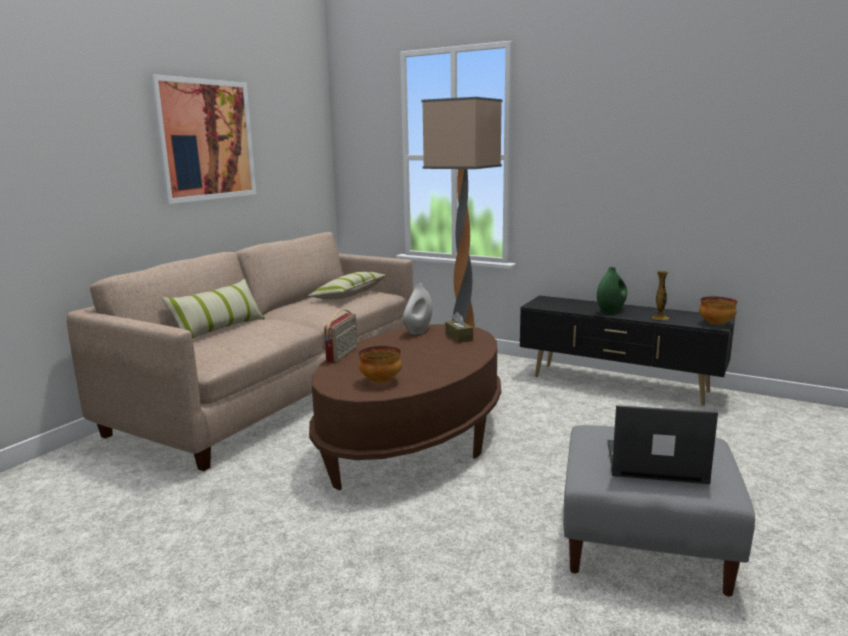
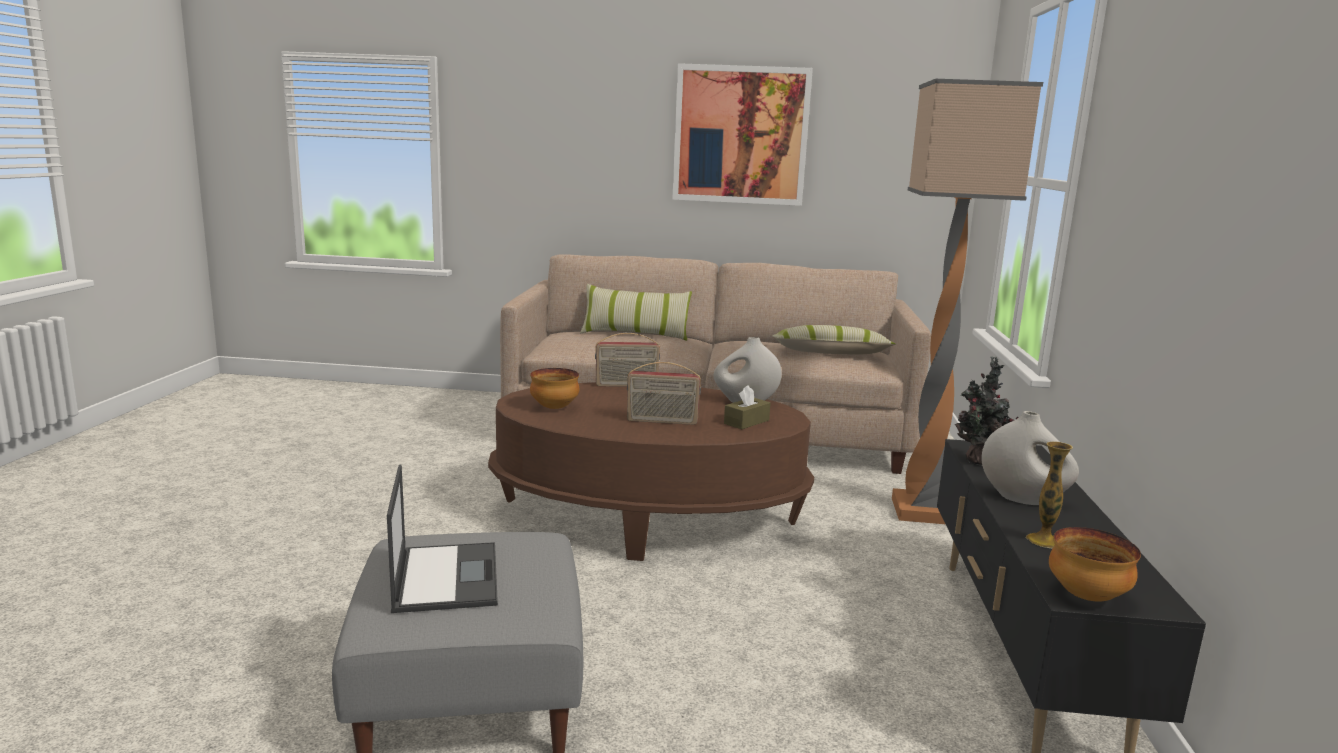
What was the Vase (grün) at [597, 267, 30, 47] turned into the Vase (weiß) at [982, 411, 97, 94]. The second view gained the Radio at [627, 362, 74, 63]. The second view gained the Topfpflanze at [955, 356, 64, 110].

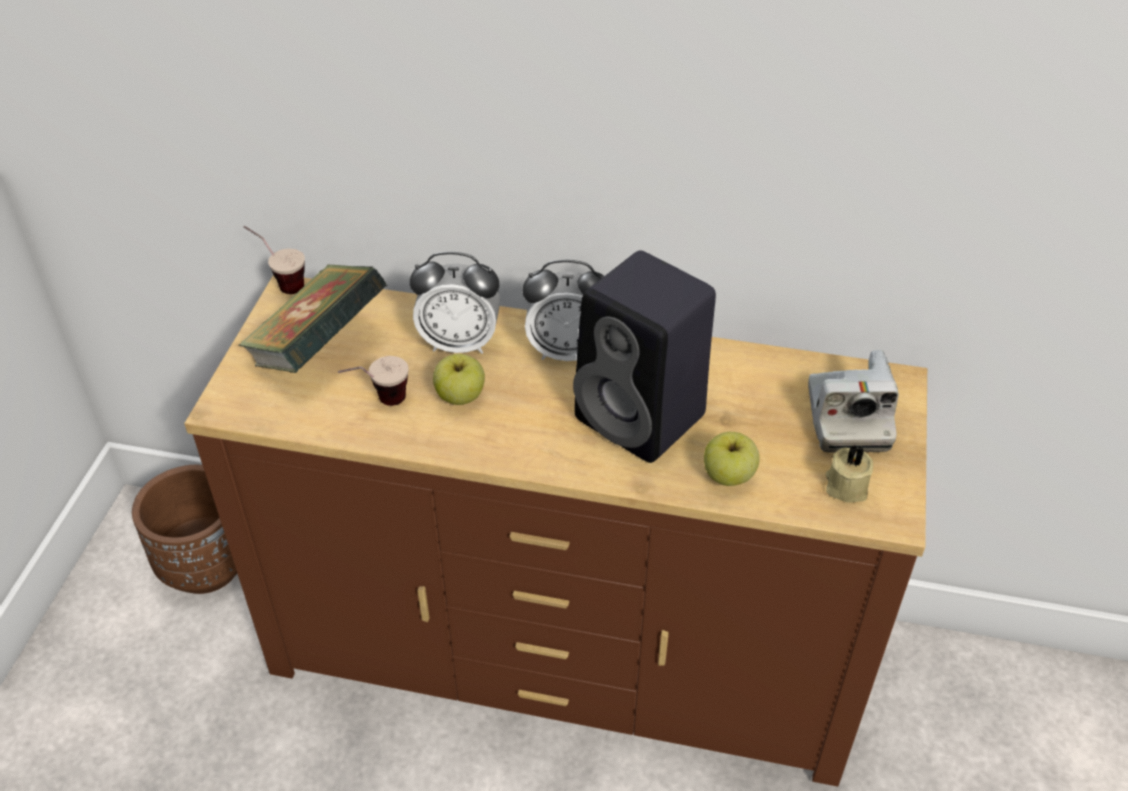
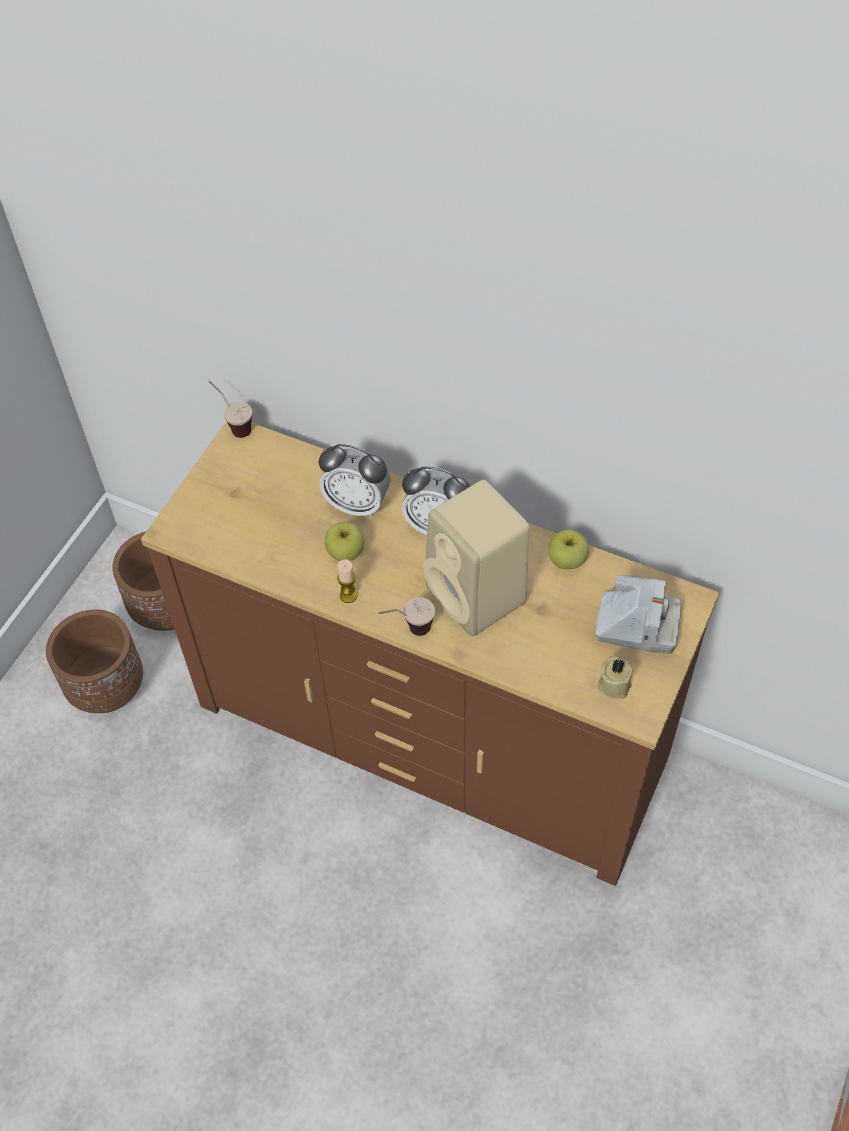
The second view lost the Buch at [239, 265, 148, 108]. The Tasse ended up elsewhere, having gone from [338, 356, 71, 50] to [379, 597, 56, 39]. What was the Lautsprecher (schwarz) at [573, 250, 143, 213] turned into the Lautsprecher (beige) at [423, 480, 107, 157]. The Apfel ended up elsewhere, having gone from [704, 432, 56, 54] to [548, 530, 41, 39]. The Kamera at [808, 350, 91, 103] ended up facing another way, 90 degrees counterclockwise from before. The second view gained the Pflanzkübel (braun) at [46, 610, 97, 103]. The second view gained the Kerze at [337, 559, 21, 44].

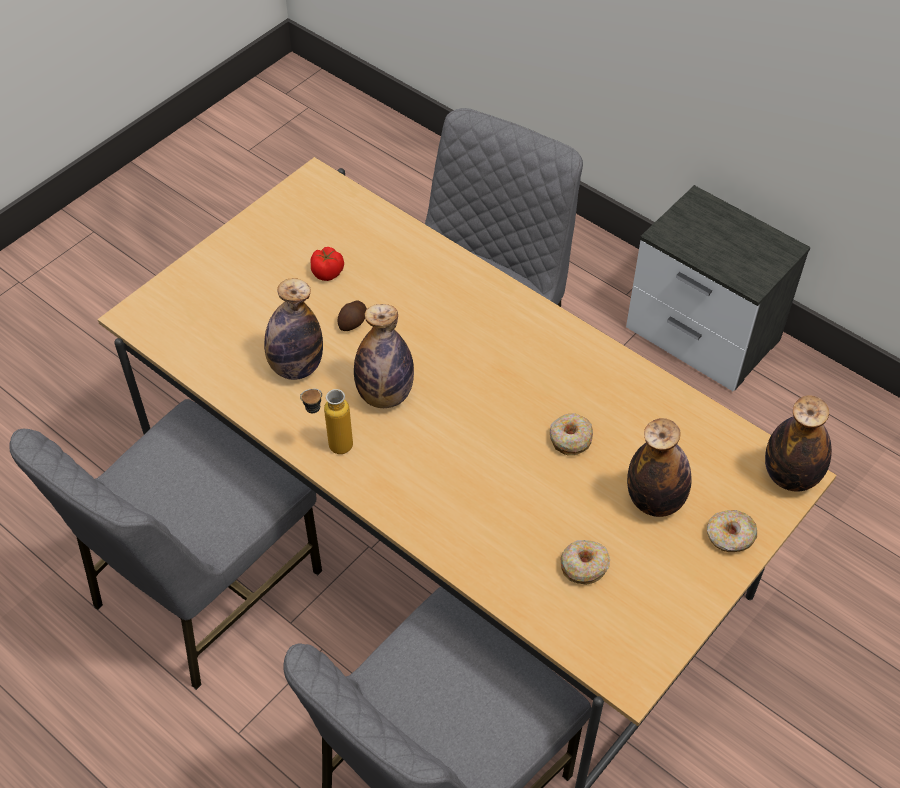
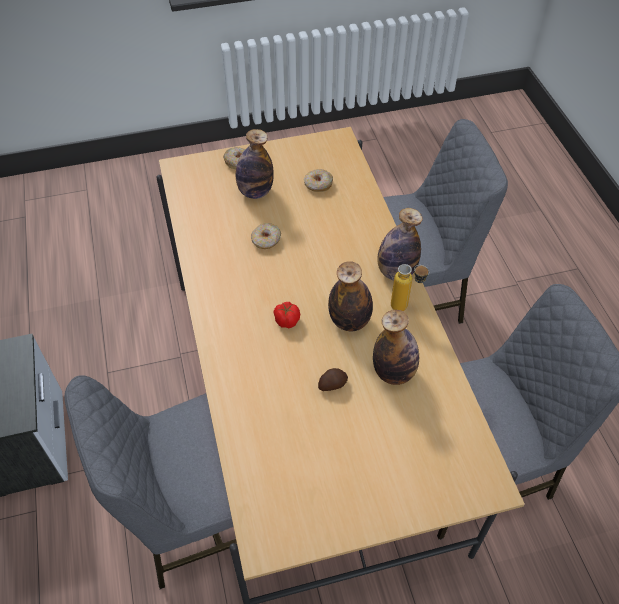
The Tomate ended up elsewhere, having gone from [311, 247, 33, 34] to [273, 302, 27, 26]. The Flasche ended up elsewhere, having gone from [765, 395, 67, 96] to [377, 208, 46, 72].

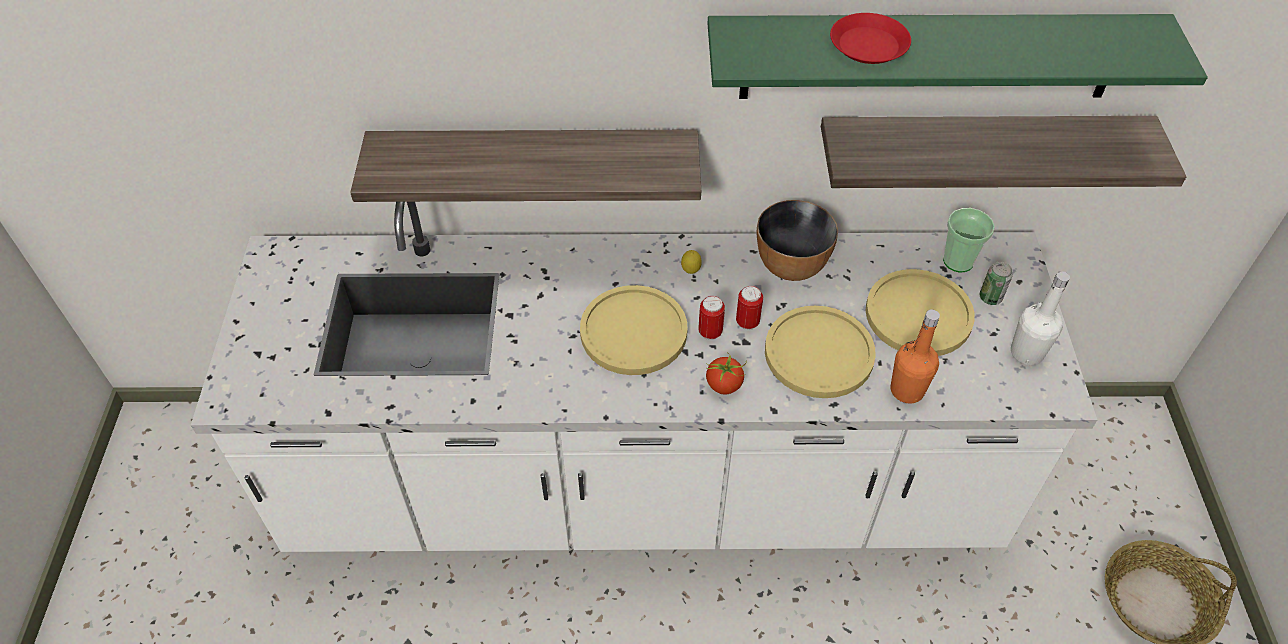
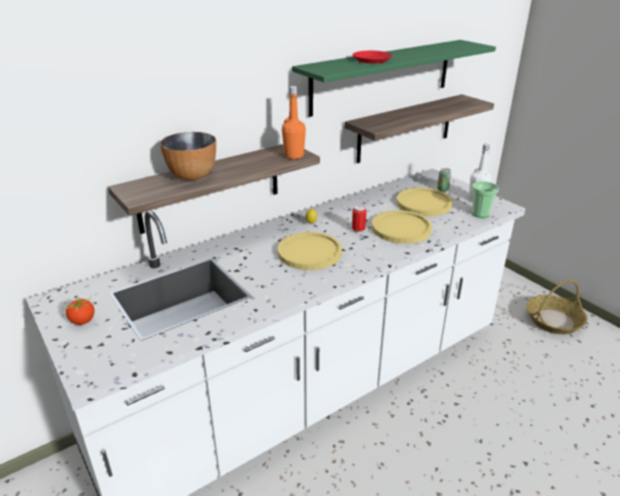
The second view lost the Dose at [698, 296, 27, 44]. The Tomate ended up elsewhere, having gone from [706, 352, 40, 42] to [66, 297, 29, 28]. The Schüssel ended up elsewhere, having gone from [757, 200, 81, 81] to [160, 132, 56, 49]. The Flasche (orange) ended up elsewhere, having gone from [890, 310, 50, 94] to [282, 86, 24, 73]. The Tasse ended up elsewhere, having gone from [943, 208, 52, 64] to [472, 181, 27, 37].

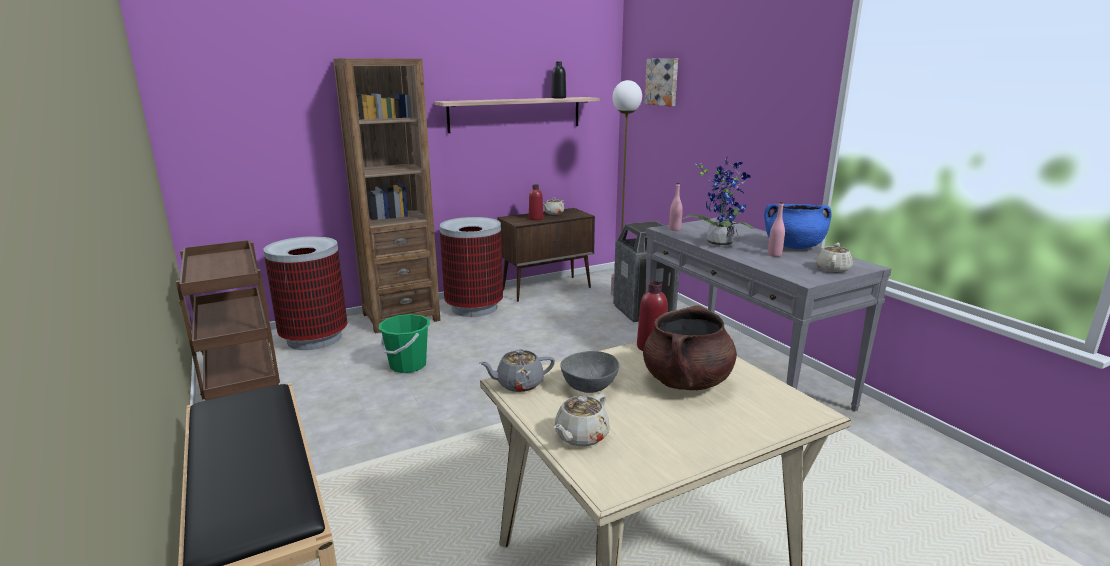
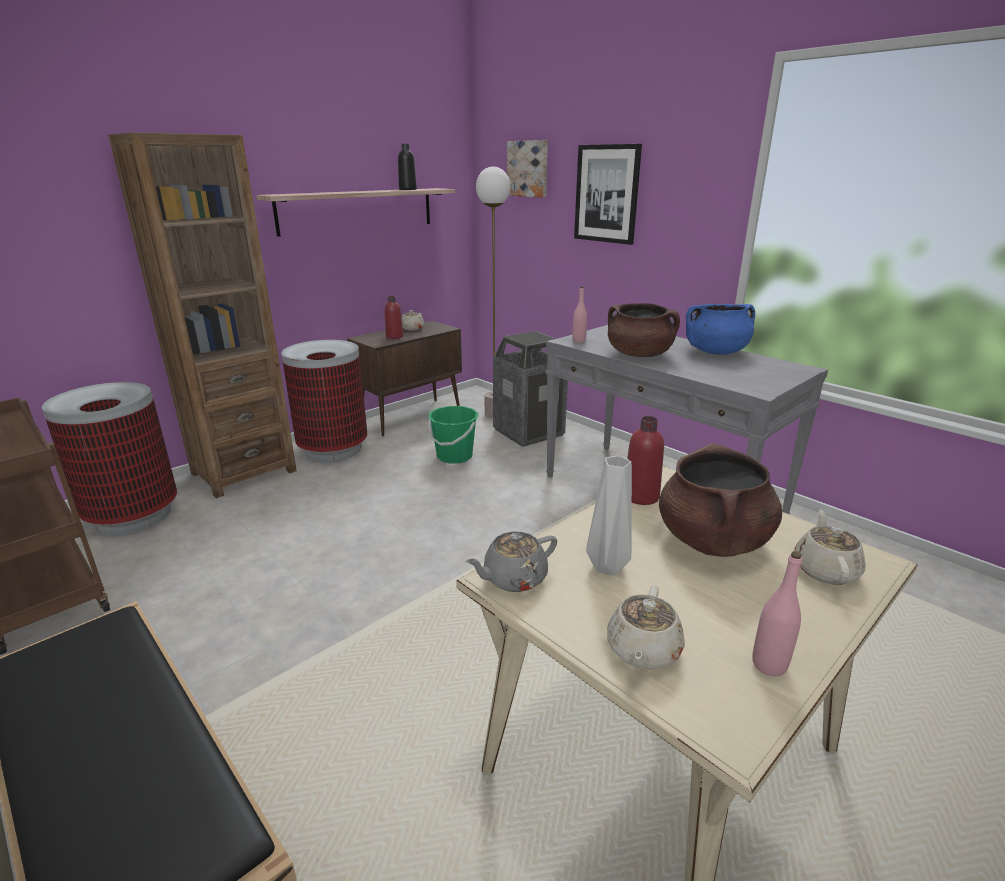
The Eimer (grün) ended up elsewhere, having gone from [379, 314, 51, 59] to [428, 406, 50, 58]. Where the Schüssel (grau) stood at [560, 351, 59, 42], the Vase (grau) came to stand at [586, 456, 46, 120]. Where the Topfpflanze stood at [682, 158, 72, 89], the Kochtopf (braun) came to stand at [608, 303, 72, 54]. The Flasche (rosa) ended up elsewhere, having gone from [768, 202, 17, 55] to [752, 551, 50, 125]. The Teekanne (beige) ended up elsewhere, having gone from [816, 242, 37, 31] to [795, 510, 71, 75]. The second view gained the Bild at [574, 144, 68, 101].

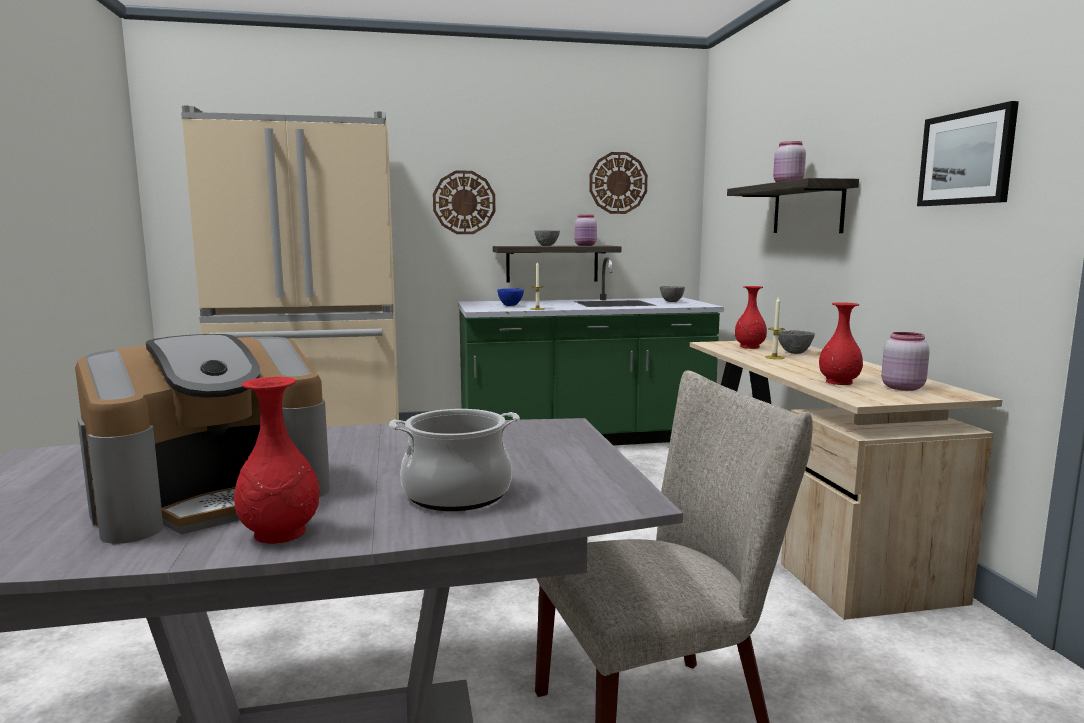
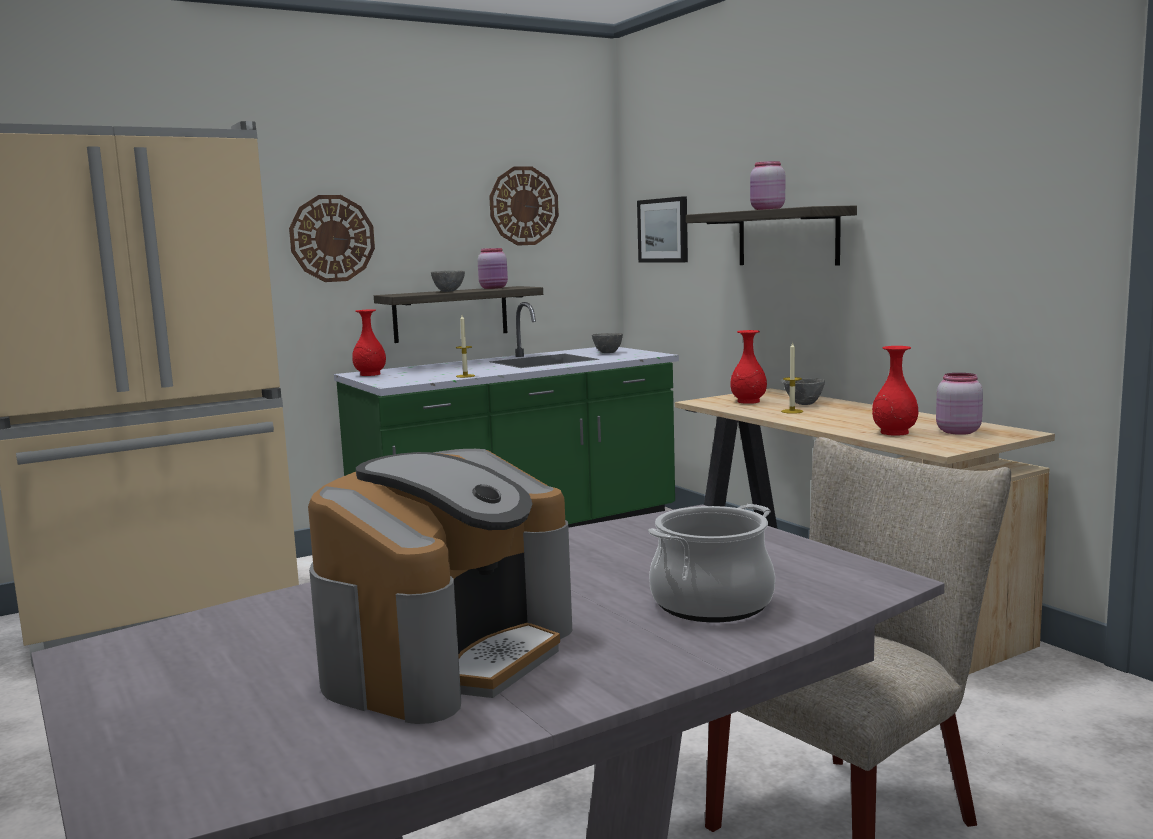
The Vase (rot) ended up elsewhere, having gone from [234, 377, 85, 167] to [352, 309, 34, 67]. The second view lost the Schüssel (blau) at [497, 288, 27, 18]. The Bild ended up elsewhere, having gone from [917, 101, 102, 105] to [637, 196, 51, 67].

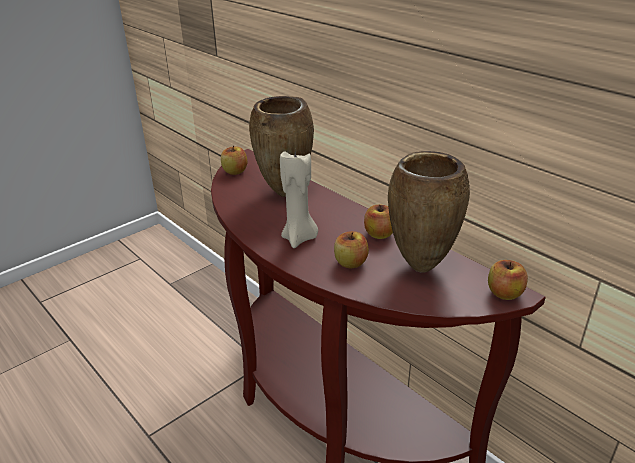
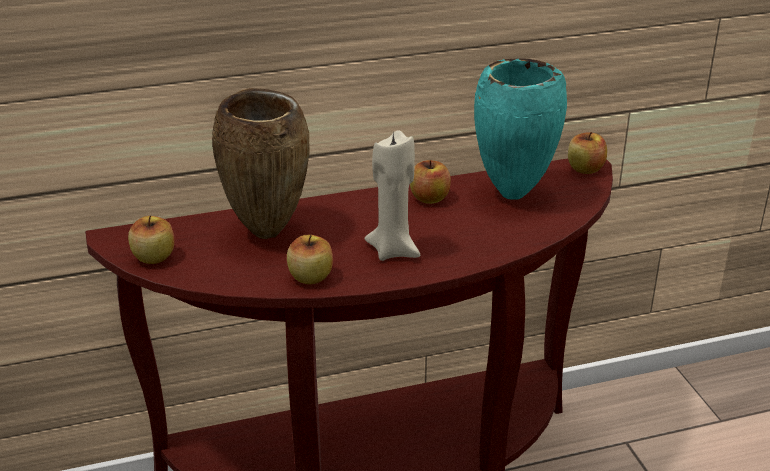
The Apfel ended up elsewhere, having gone from [334, 231, 35, 37] to [287, 235, 46, 49]. What was the Vase (braun) at [388, 151, 82, 122] turned into the Vase (türkis) at [474, 58, 93, 142].

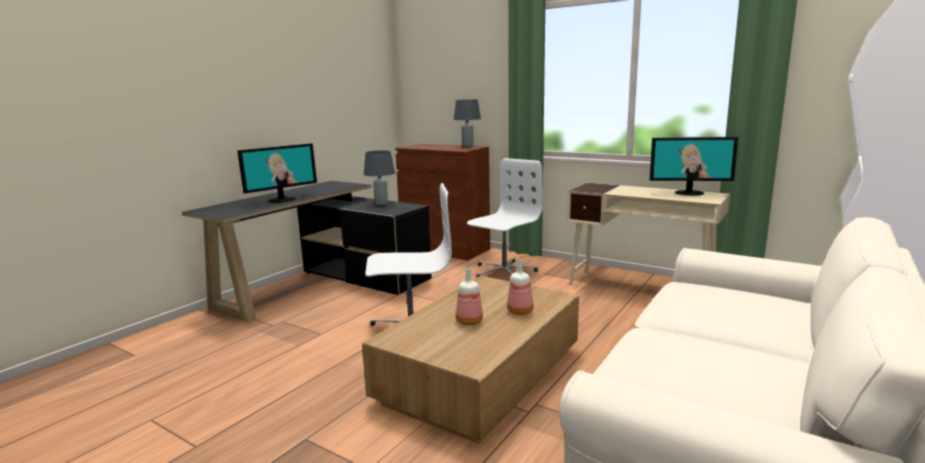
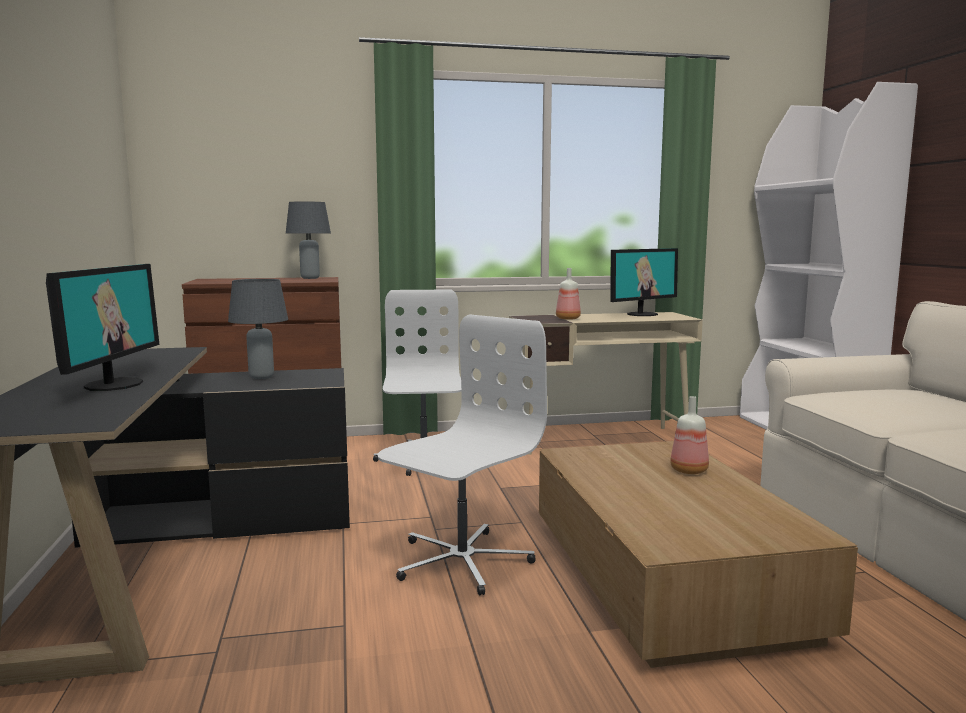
The Flasche ended up elsewhere, having gone from [455, 268, 28, 57] to [556, 268, 25, 52].

